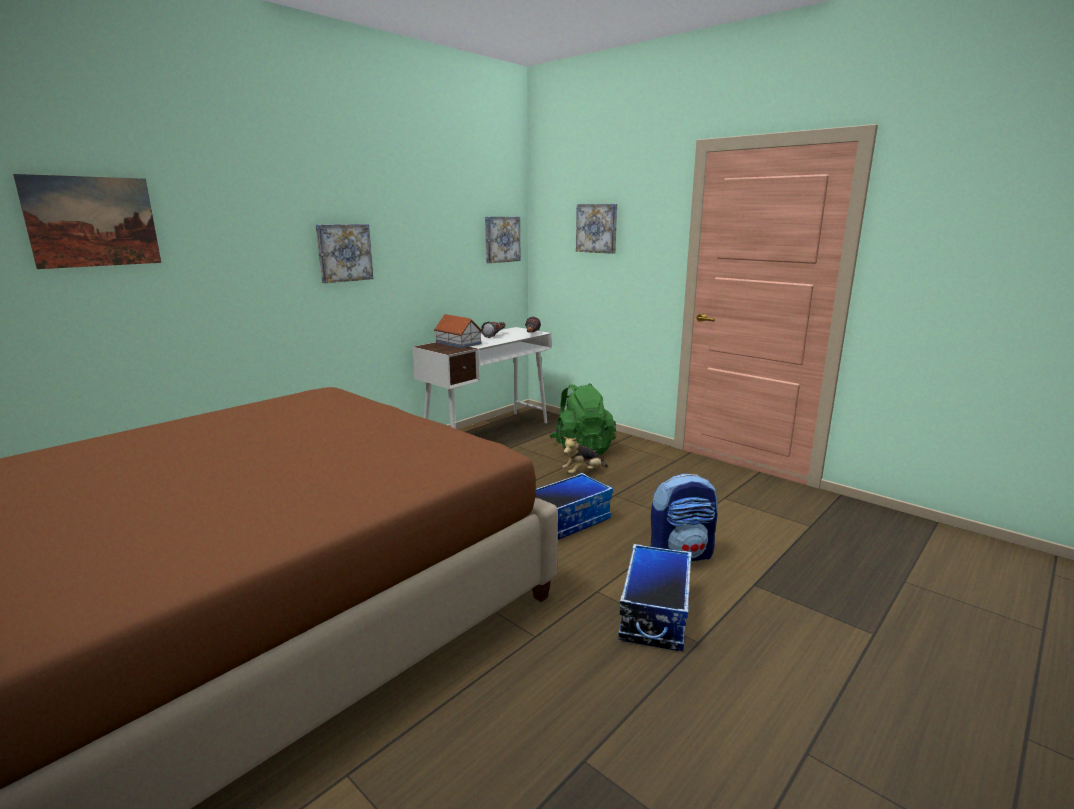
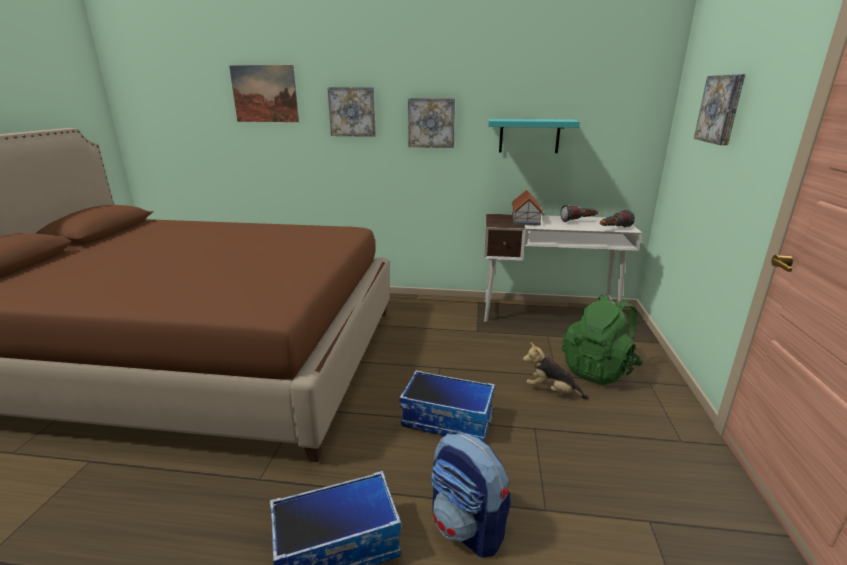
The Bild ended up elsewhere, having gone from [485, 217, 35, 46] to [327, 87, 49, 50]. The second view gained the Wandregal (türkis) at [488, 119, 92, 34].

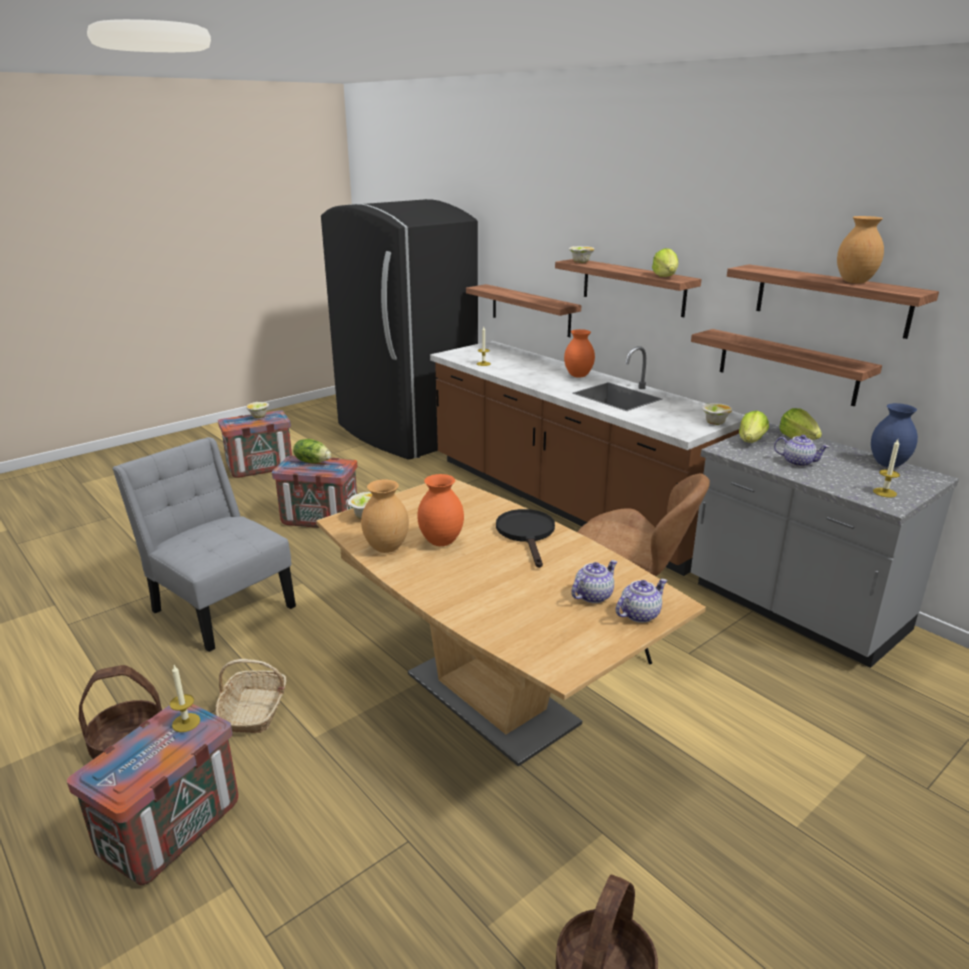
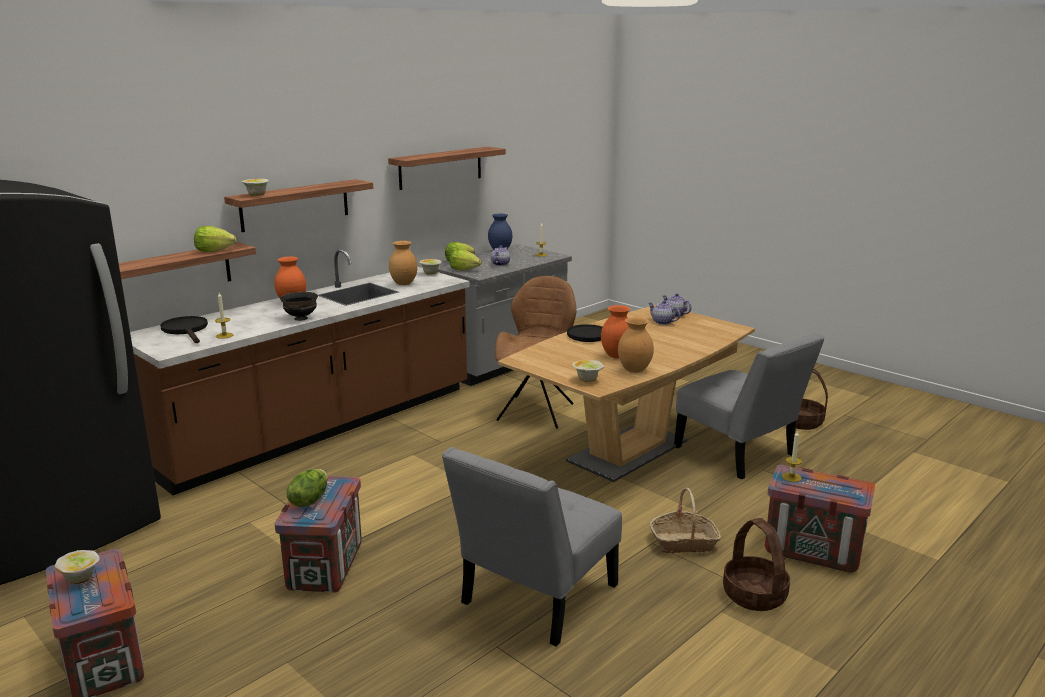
The Salatkopf ended up elsewhere, having gone from [652, 248, 26, 29] to [194, 226, 43, 26]. The second view lost the Wandregal at [691, 329, 191, 78]. The Vase (braun) ended up elsewhere, having gone from [837, 216, 47, 67] to [389, 241, 29, 44]. The second view gained the Pfanne (schwarz) at [160, 316, 48, 27]. The second view gained the Schüssel (schwarz) at [280, 292, 38, 29]. The second view gained the Stuhl (grau) at [674, 333, 151, 146].

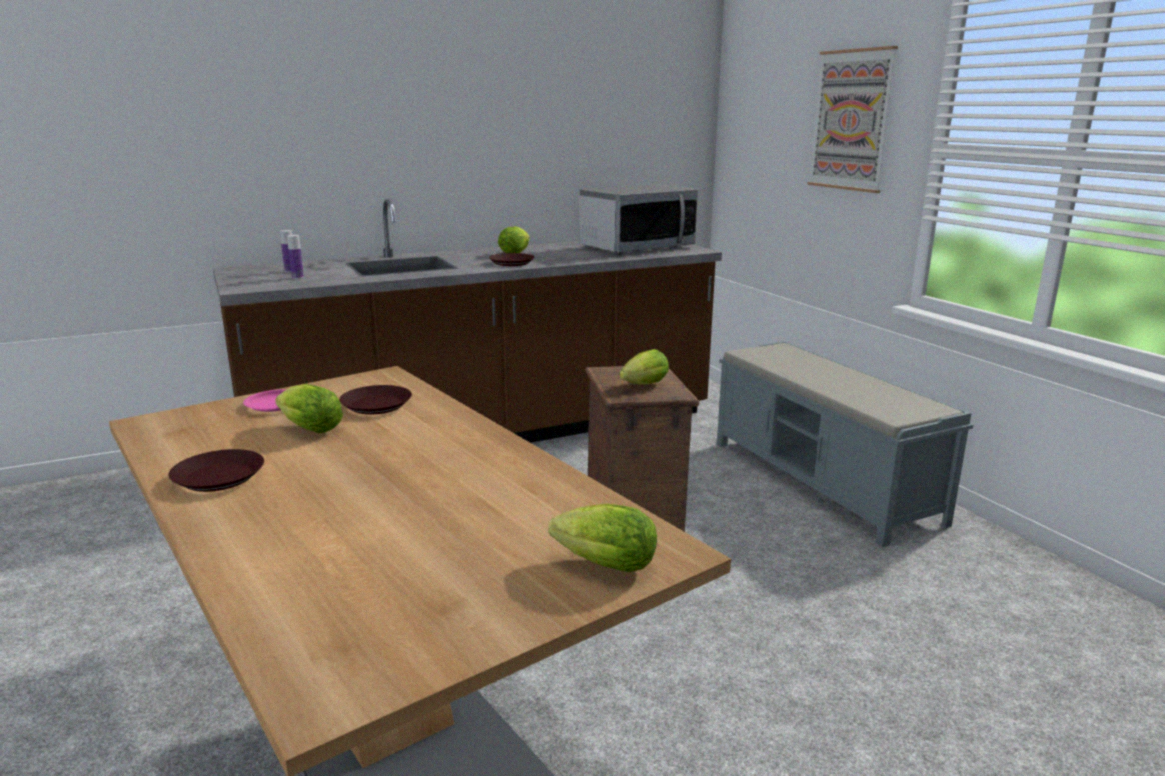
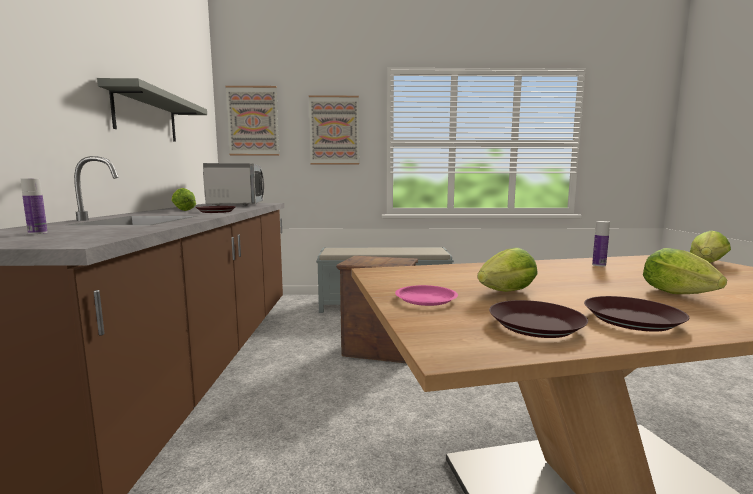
The Flasche ended up elsewhere, having gone from [287, 235, 17, 44] to [592, 221, 18, 45]. The Teller (braun) ended up elsewhere, having gone from [339, 385, 73, 29] to [489, 300, 99, 38]. The Salatkopf ended up elsewhere, having gone from [619, 349, 50, 35] to [643, 248, 84, 46]. The second view gained the Wandregal (grau) at [97, 78, 110, 64]. The second view gained the Bild at [225, 86, 54, 70].

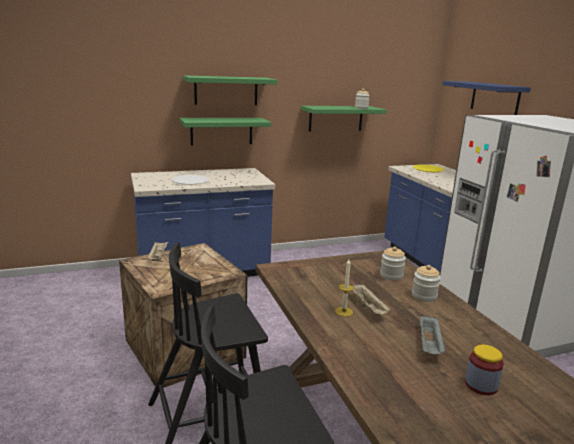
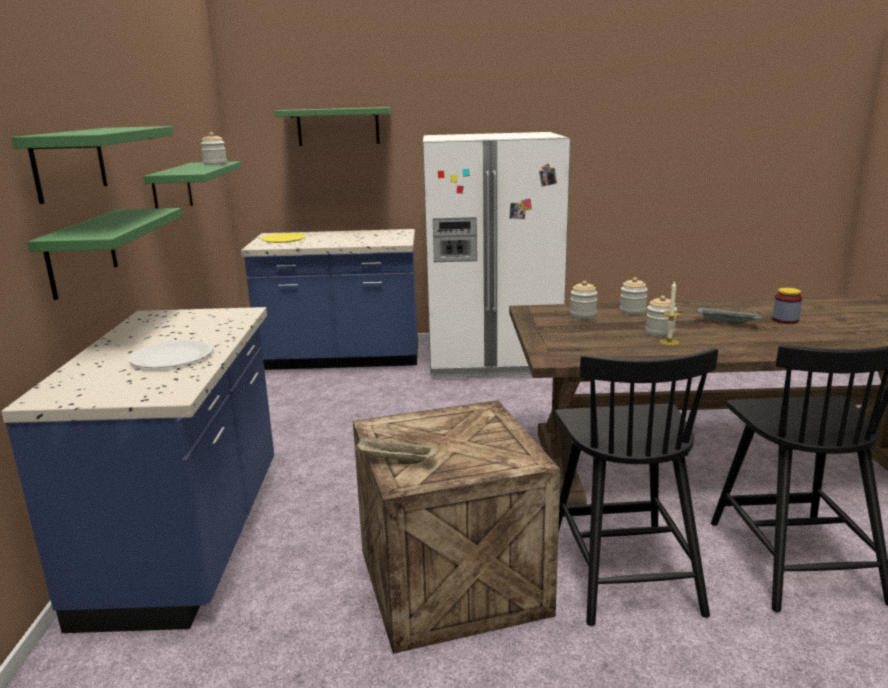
Where the Tablett (beige) stood at [353, 284, 38, 30], the Vorratsglas came to stand at [646, 296, 31, 41]. What was the Wandregal (blau) at [442, 81, 89, 34] turned into the Wandregal (grün) at [274, 107, 117, 39].

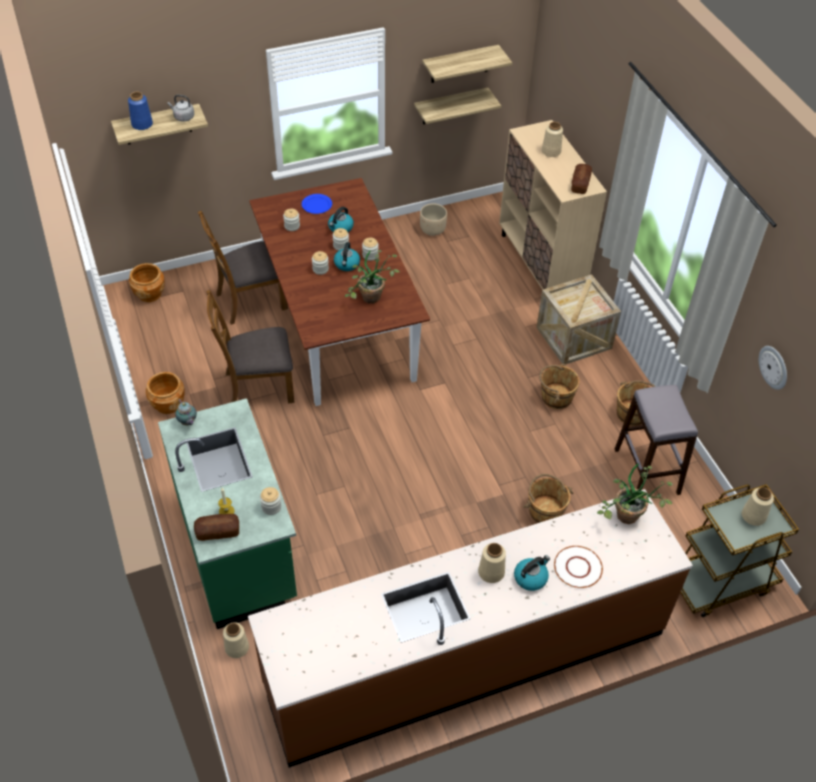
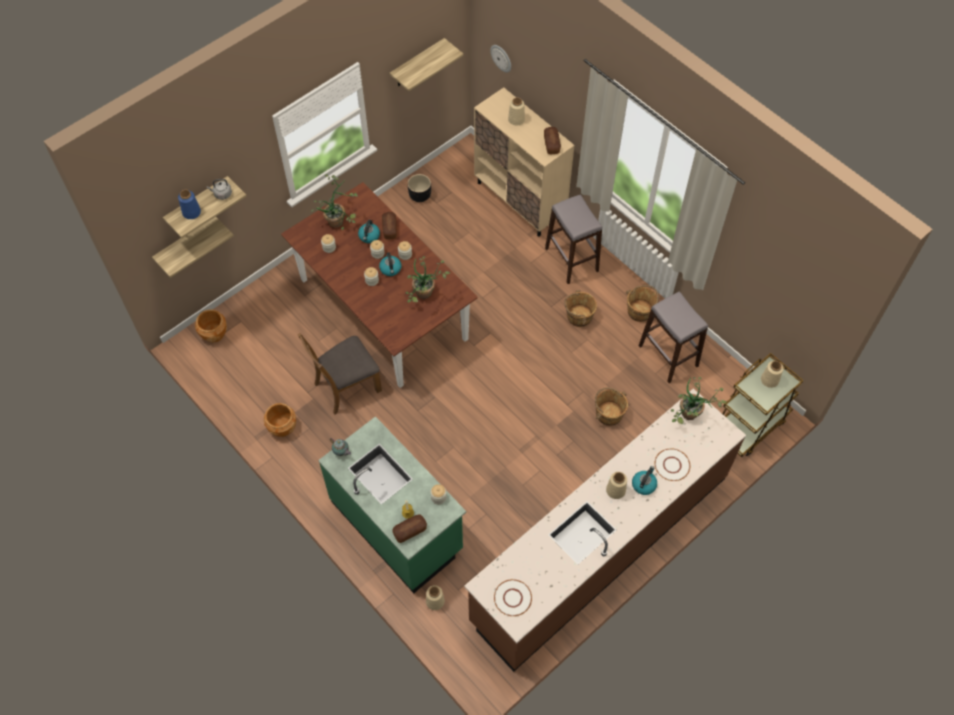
The second view lost the Stuhl (braun) at [198, 211, 90, 114]. Where the Teller (blau) stood at [302, 194, 30, 20], the Topfpflanze came to stand at [311, 174, 47, 56]. The Wandregal ended up elsewhere, having gone from [414, 87, 87, 37] to [152, 217, 82, 61]. What was the Pflanzkübel (beige) at [420, 203, 27, 33] turned into the Pflanzkübel (schwarz) at [407, 174, 24, 28]. Where the Kiste stood at [536, 274, 85, 91], the Hocker (grau) came to stand at [545, 195, 57, 89]. The Wanduhr ended up elsewhere, having gone from [759, 346, 28, 44] to [490, 45, 21, 28]. The second view gained the Brot at [382, 212, 15, 28]. The second view gained the Teller (weiß) at [494, 579, 38, 37].

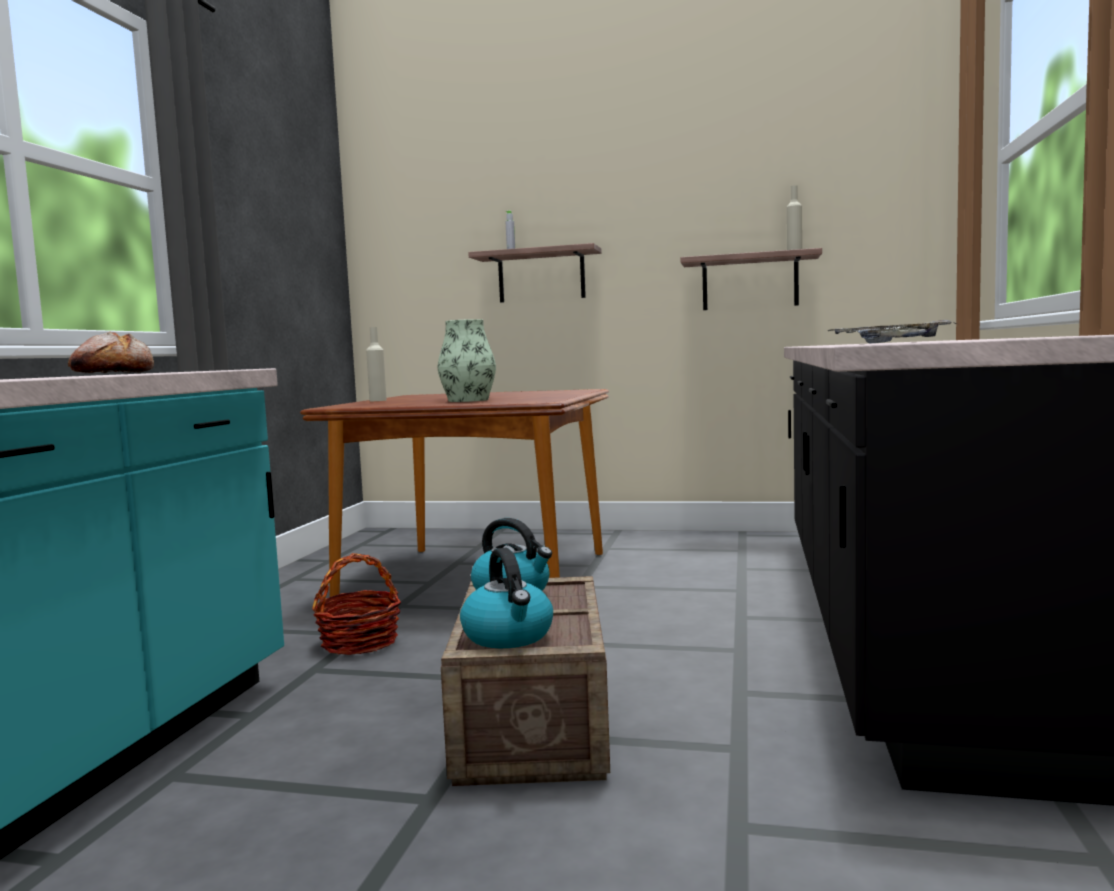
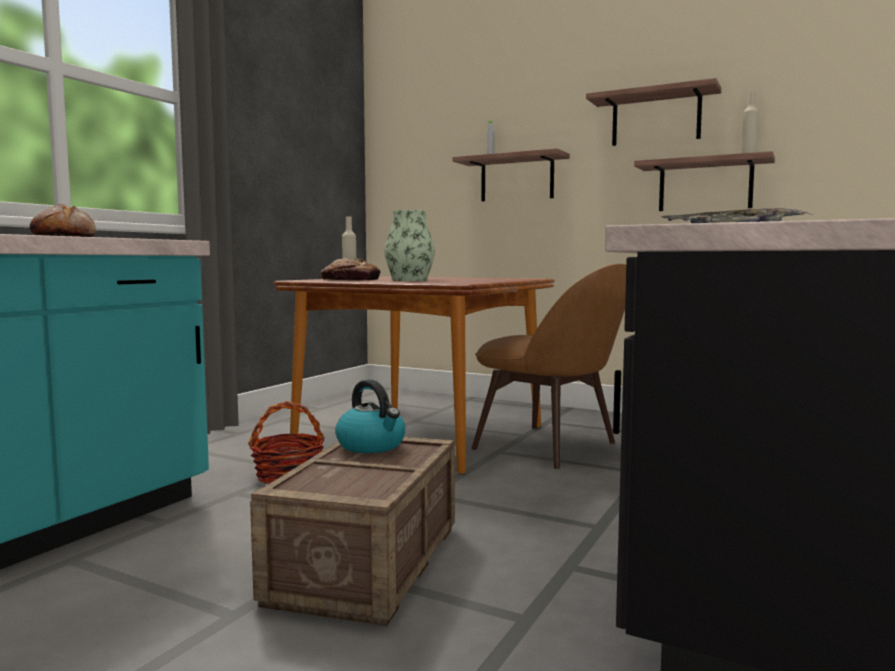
The second view lost the Wasserkessel at [460, 548, 93, 100]. The second view gained the Brot at [320, 258, 61, 23]. The second view gained the Stuhl (braun) at [472, 264, 154, 205]. The second view gained the Wandregal at [586, 78, 136, 68].

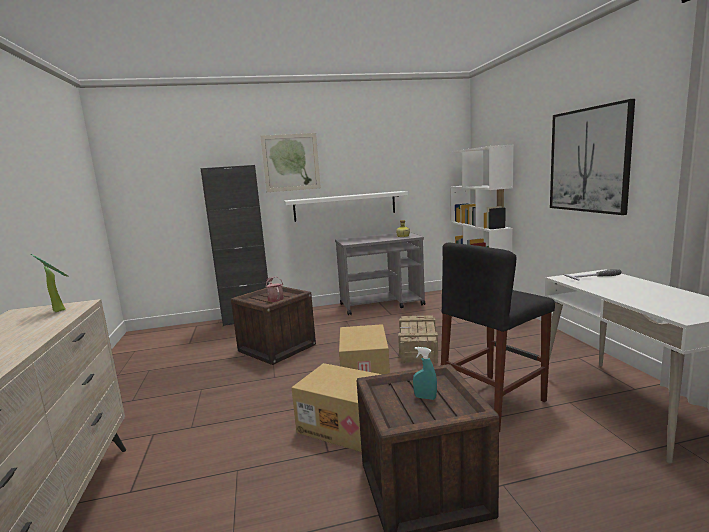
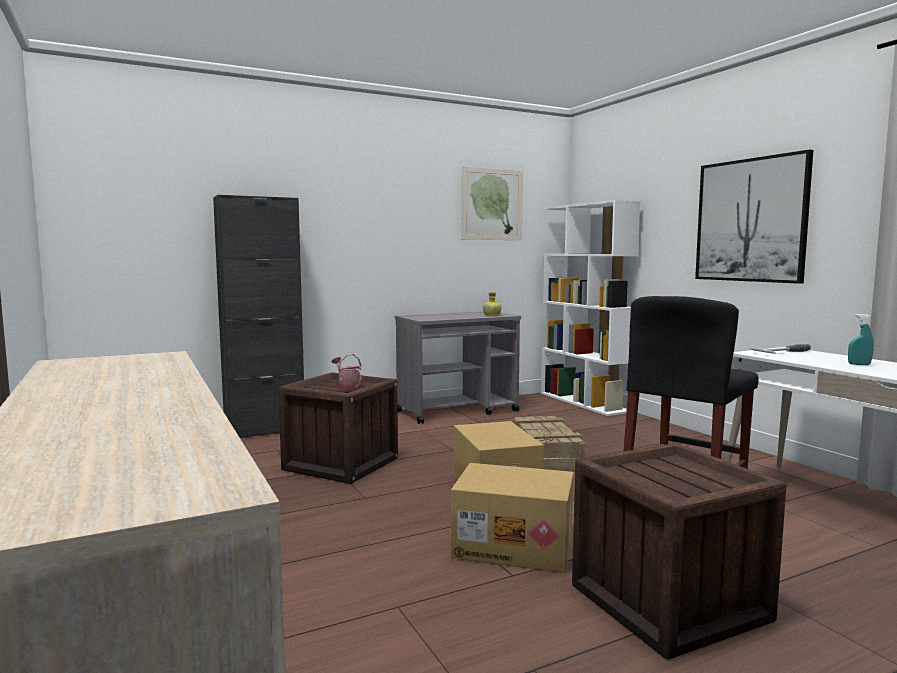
The second view lost the Topfpflanze at [31, 254, 37, 58]. The Bild ended up elsewhere, having gone from [260, 133, 61, 59] to [462, 167, 61, 73]. The second view lost the Wandregal (weiß) at [284, 191, 124, 31]. The Sprühflasche (türkis) ended up elsewhere, having gone from [413, 347, 24, 53] to [848, 314, 25, 51].

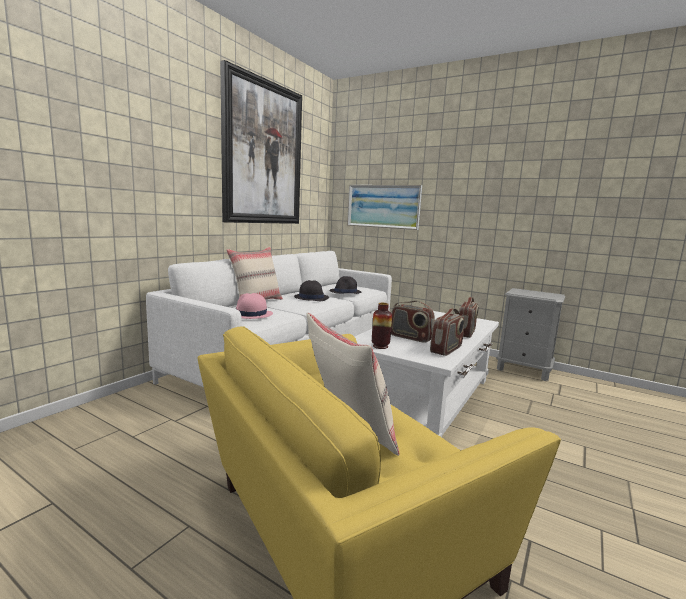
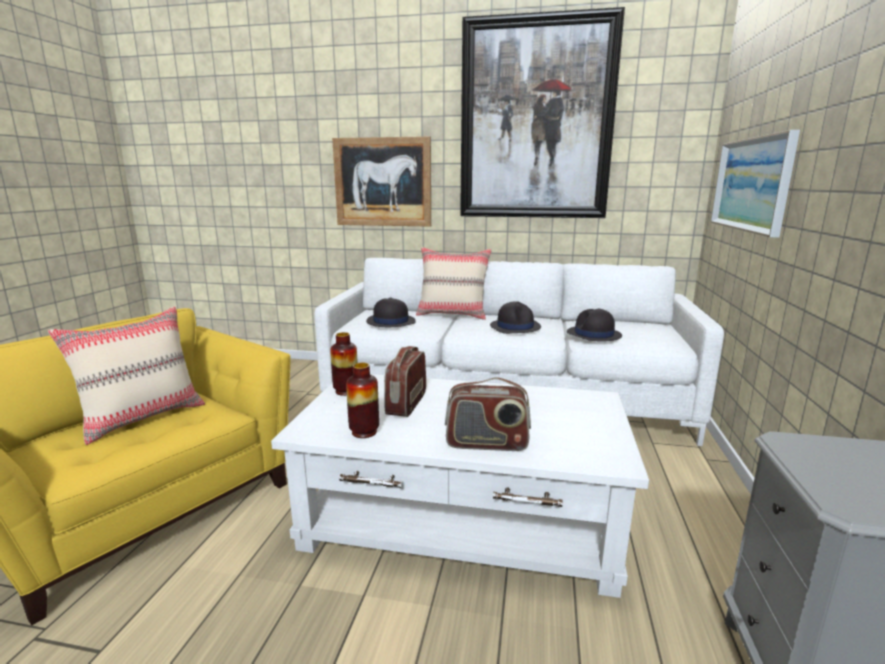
What was the Hut (rosa) at [236, 293, 37, 26] turned into the Hut (schwarz) at [366, 297, 49, 30]. Where the Radio stood at [430, 308, 34, 48], the Vase came to stand at [346, 363, 33, 75]. The second view gained the Bild at [332, 136, 99, 91].

